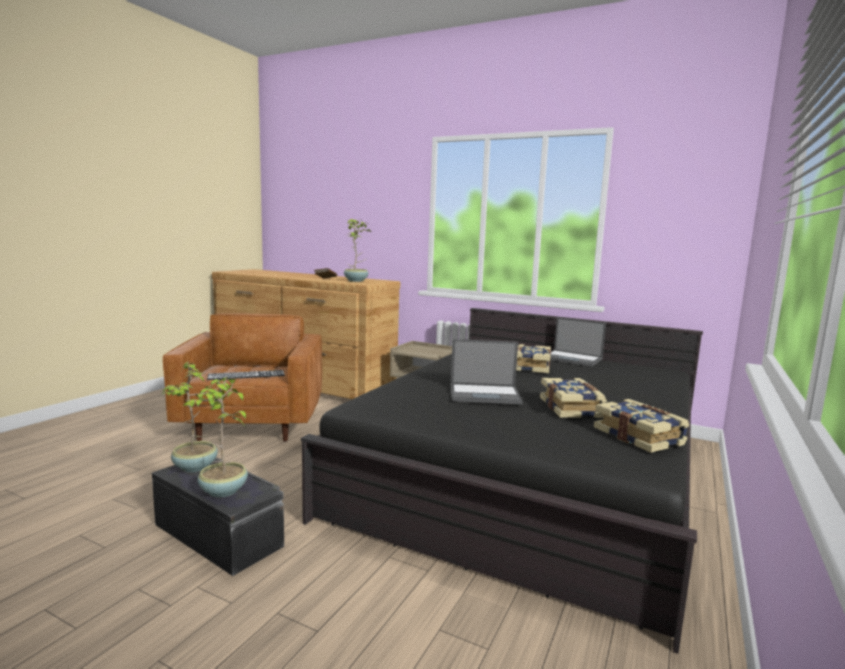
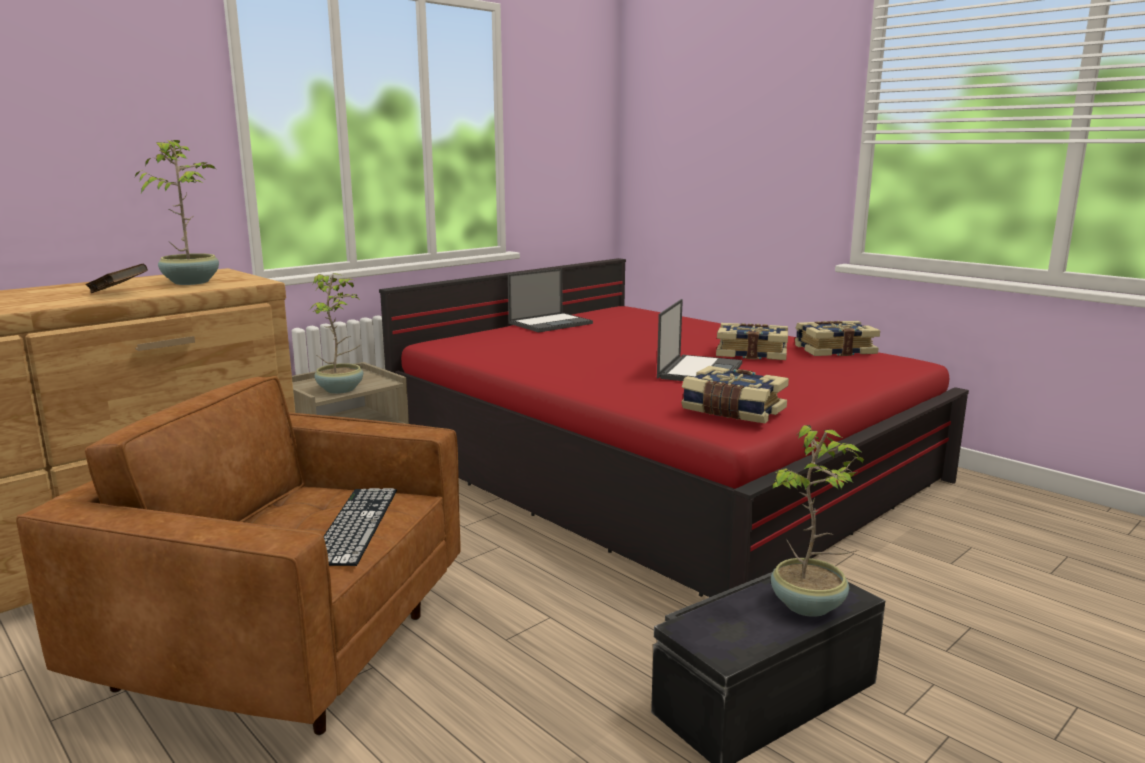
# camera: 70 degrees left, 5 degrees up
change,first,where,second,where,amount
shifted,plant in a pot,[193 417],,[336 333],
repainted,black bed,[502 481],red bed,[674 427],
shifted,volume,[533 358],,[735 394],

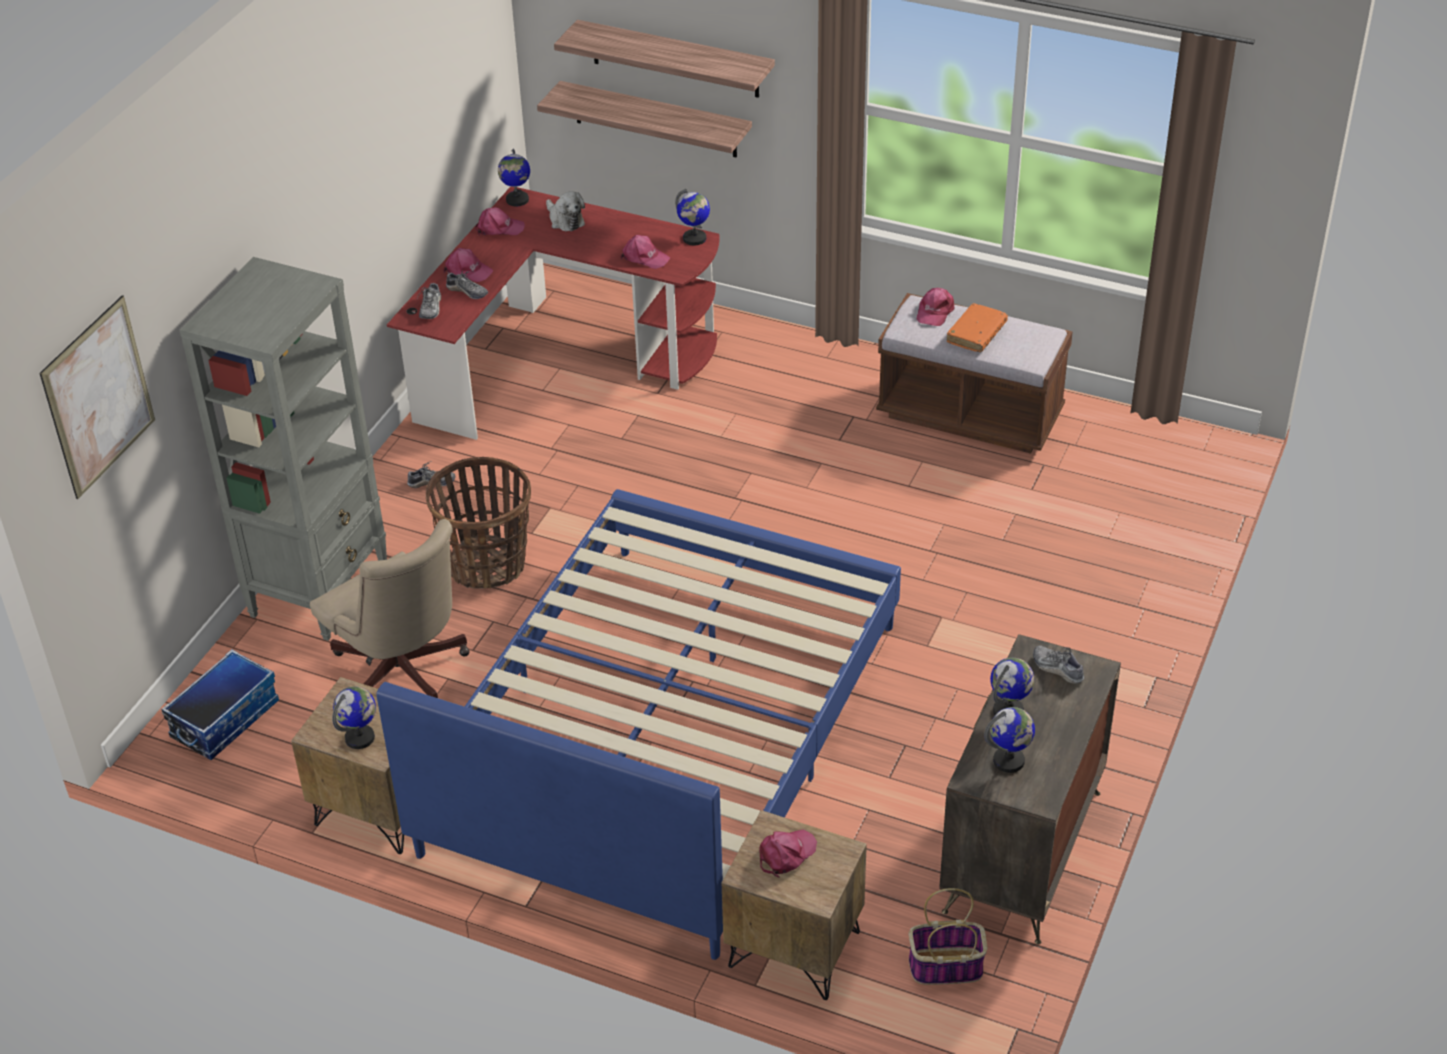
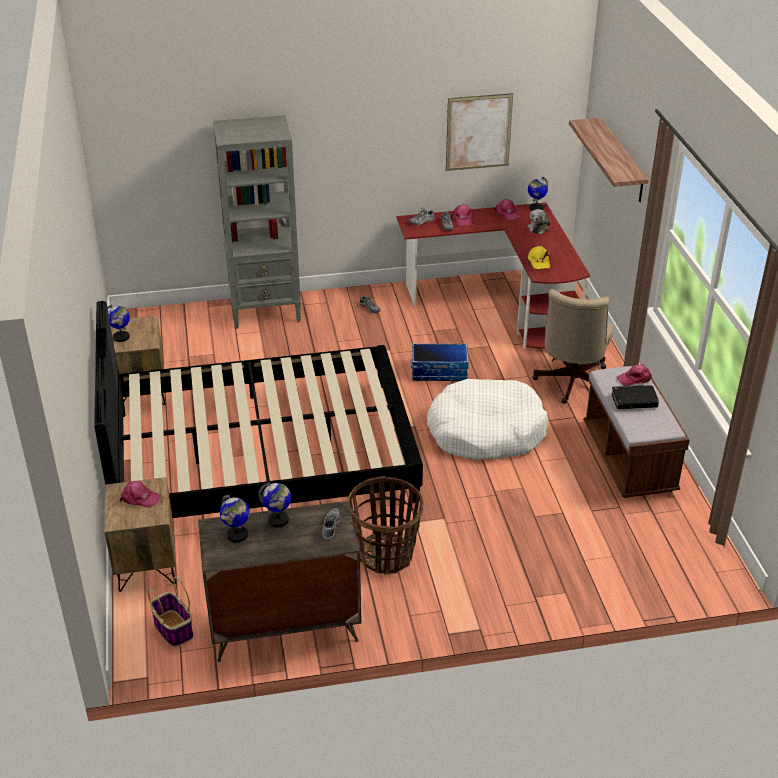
# camera: 55 degrees right, 5 degrees down
change,first,where,second,where,amount
shifted,picture,[97 397],,[479 132],
shifted,storage bin,[220 704],,[440 362],
shifted,beige-coloured office chair,[390 608],,[573 346],
repainted,bluish bed,[638 724],black bed,[258 409],
shifted,basket,[478 523],,[385 525],
gone,bracket shelf,[644 119],,,
repainted,pinkish baseball cap,[645 252],yellow-coloured baseball cap,[539 257],
gone,world globe,[692 217],,,
repainted,orange-coloured volume,[977 327],black volume,[635 397],
new,,,white-coloured pet bed,[487 419],

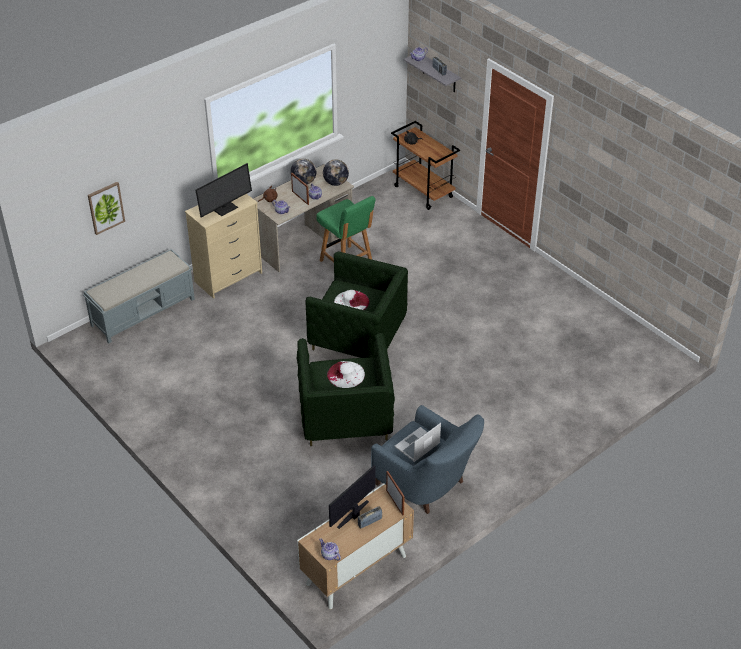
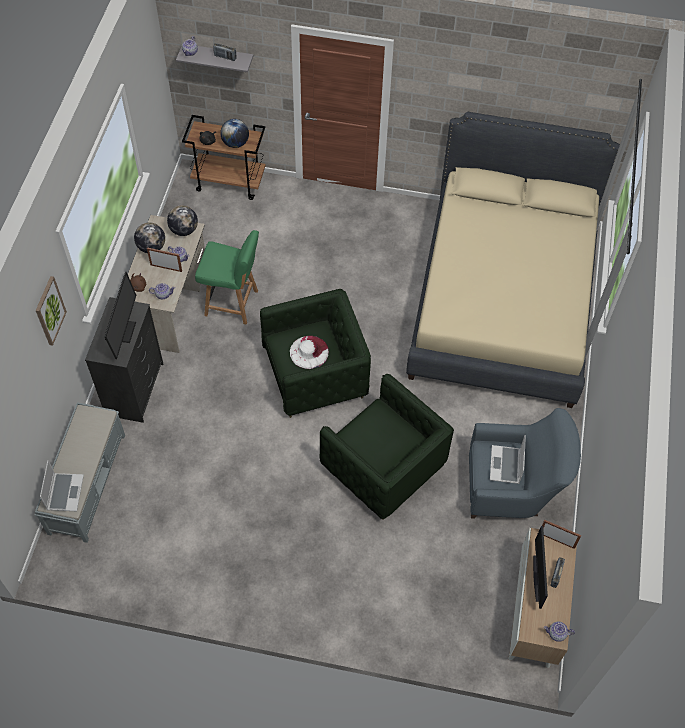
# camera: 40 degrees left, 15 degrees up
change,first,where,second,where,amount
shifted,picture,[106 208],,[51 311],
repainted,beige-coloured chest of drawers,[223 246],black chest of drawers,[124 360],
gone,white-coloured hat,[346 374],,,
new,,,portable computer,[62 485],
new,,,world globe,[234 133],
new,,,beige-coloured bed,[513 260],

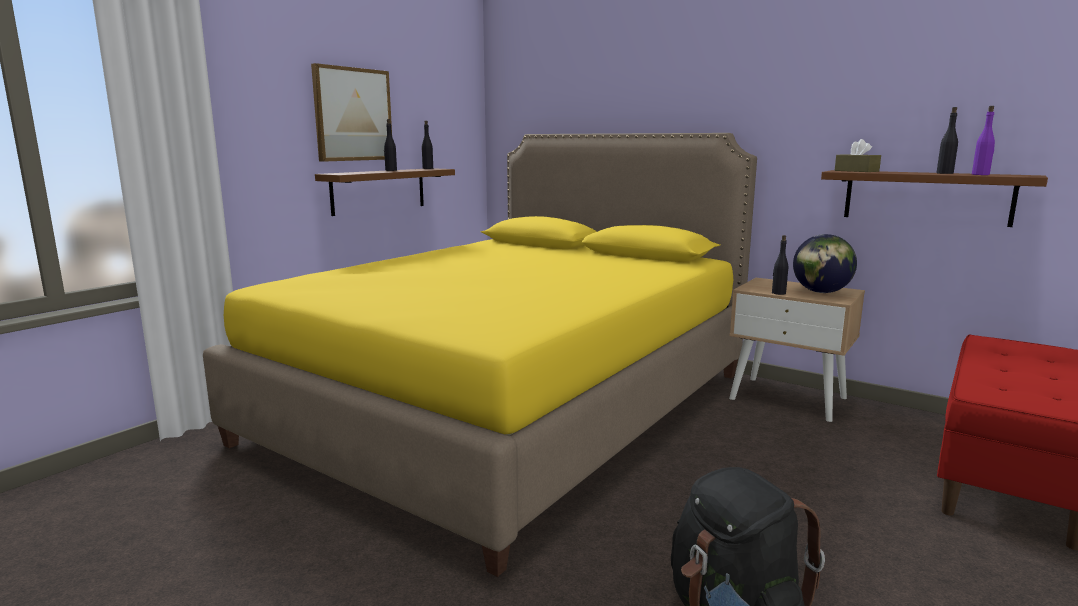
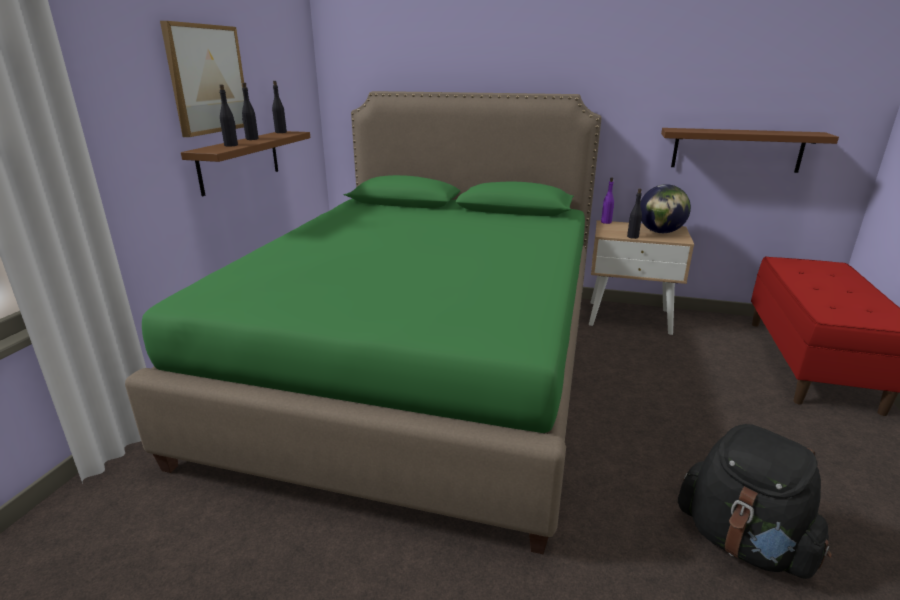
# camera: 20 degrees left, 10 degrees up
change,first,where,second,where,amount
repainted,yellow-coloured bed,[480 355],greenish bed,[363 323],
gone,brownish tissue holder,[858 155],,,
shifted,black bottle,[947 140],,[228 115],
shifted,purplish bottle,[983 140],,[607 200],

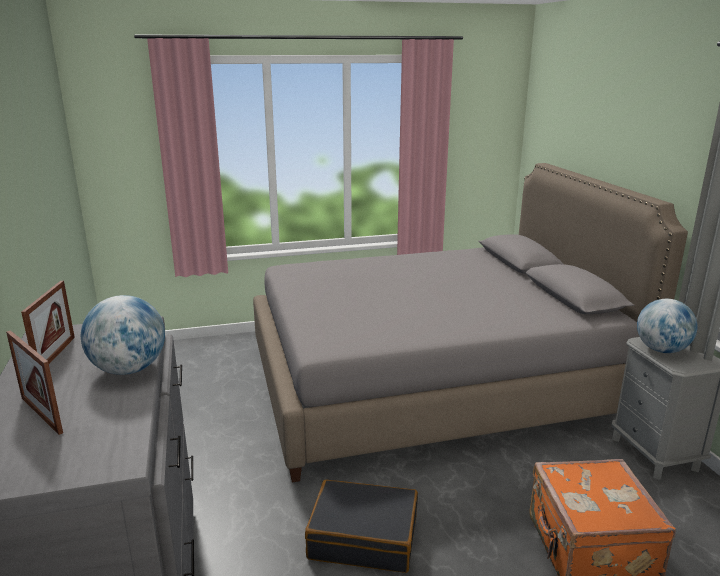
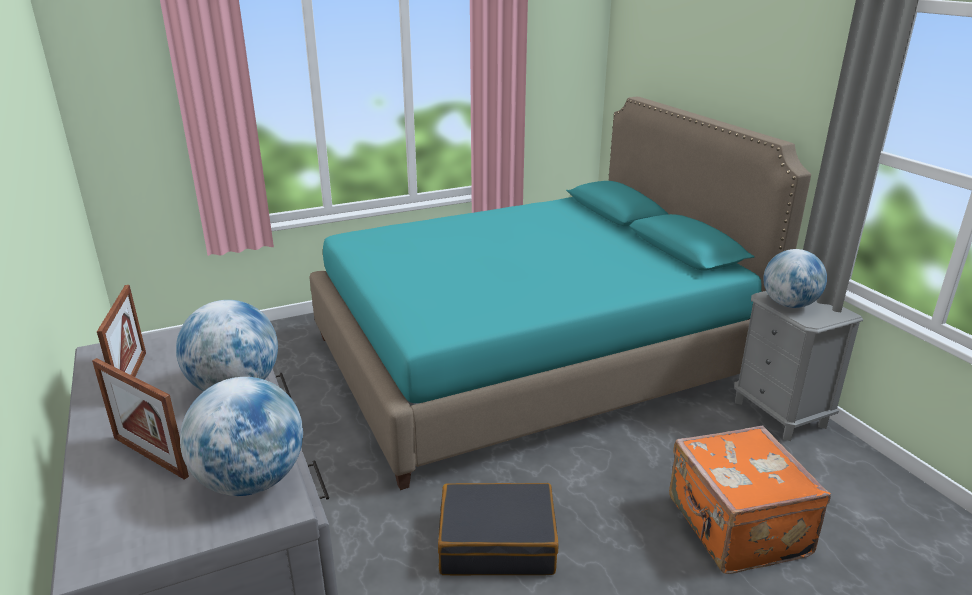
# camera: 10 degrees left, 5 degrees up
change,first,where,second,where,amount
repainted,gray bed,[470 322],blue-green bed,[560 293],
new,,,world globe,[241 436],

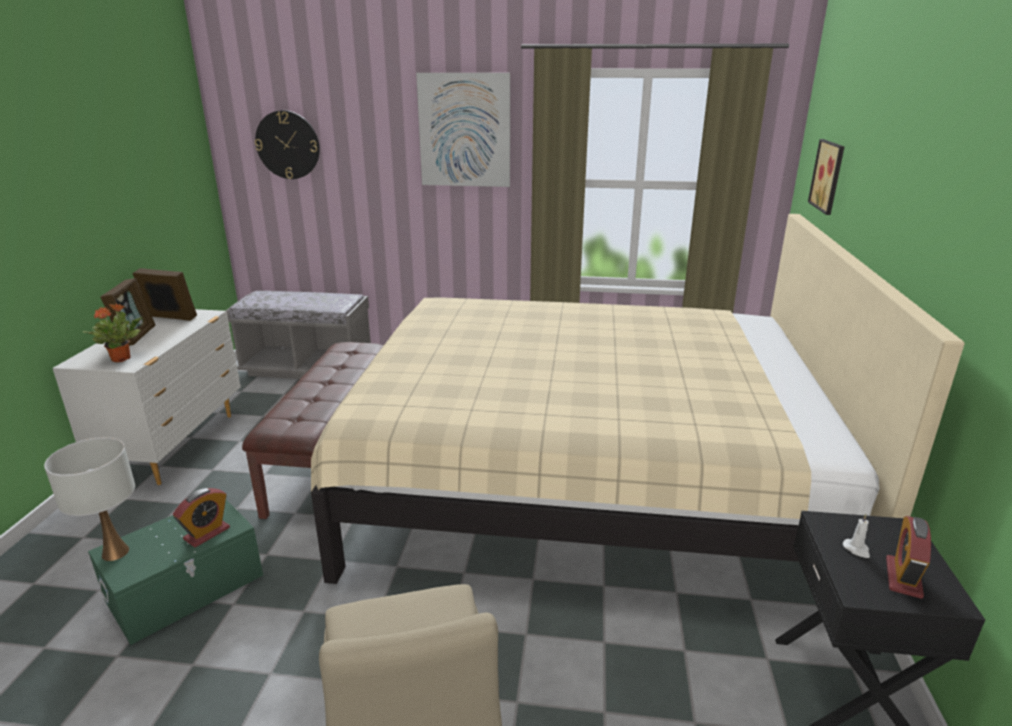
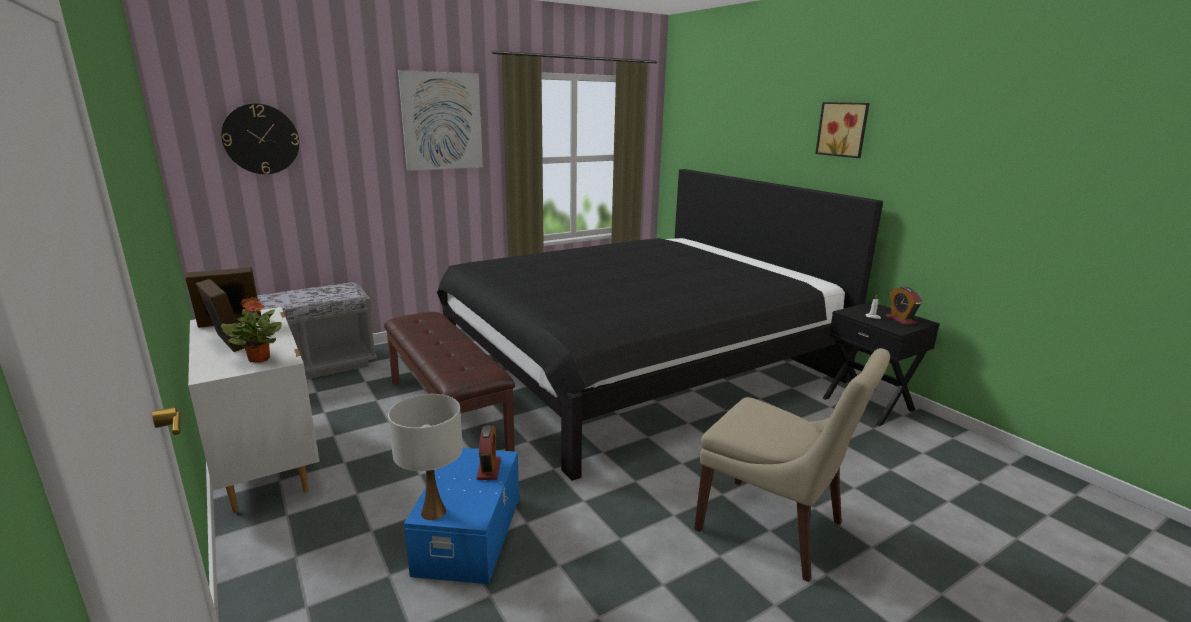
# camera: 40 degrees left, 5 degrees down
change,first,where,second,where,amount
repainted,greenish storage bin,[175 572],bluish storage bin,[461 516],
repainted,beige-coloured bed,[638 399],black bed,[660 325],
shifted,picture,[826 177],,[842 130],

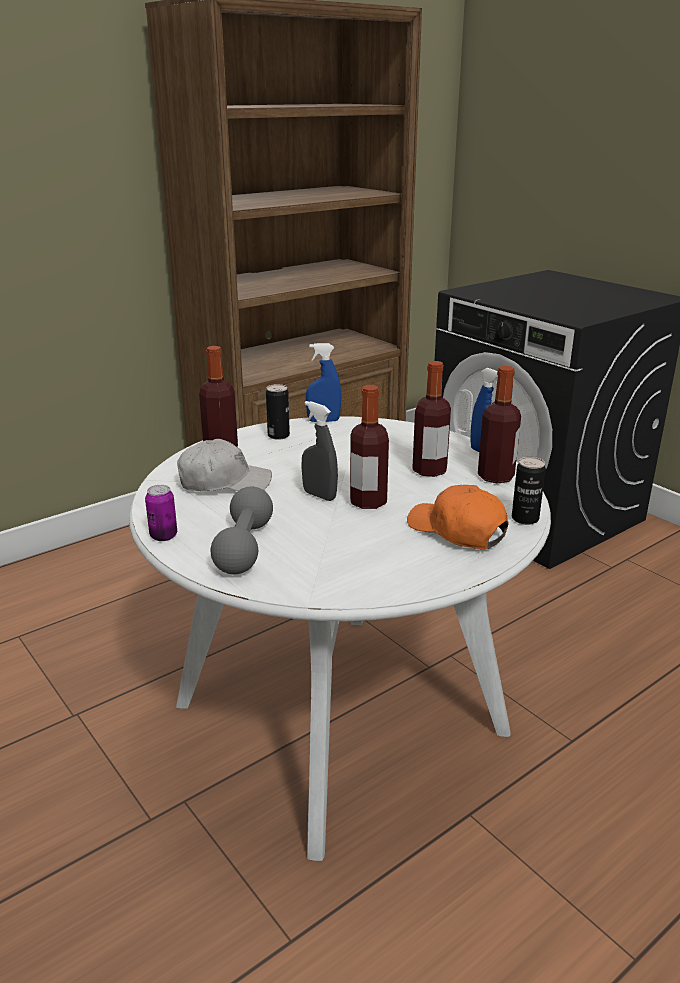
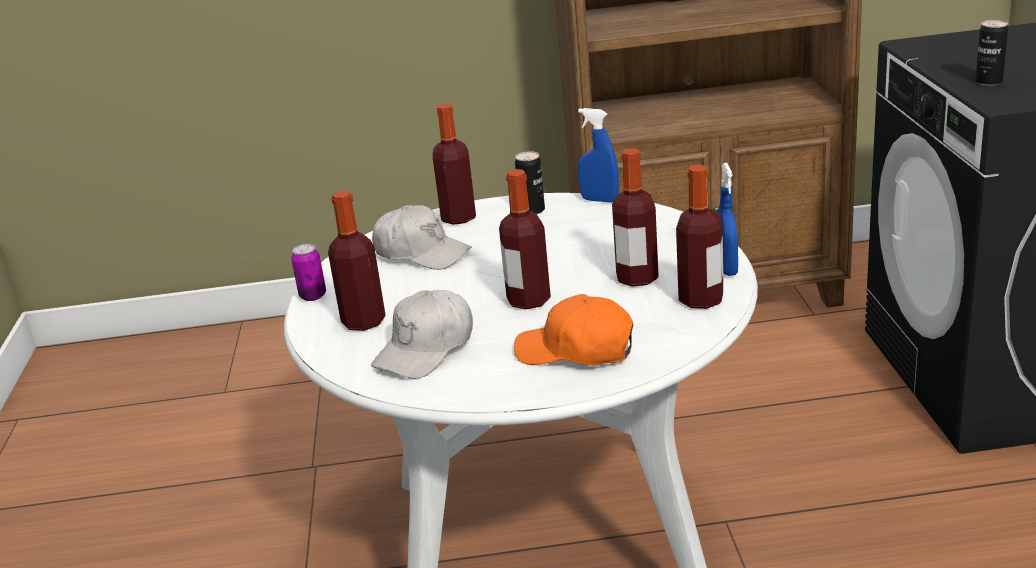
# camera: 35 degrees right, 0 degrees up
change,first,where,second,where,amount
swapped,gray hand weight,[241 530],bottle,[357 261],
gone,gray spray bottle,[320 451],,,
rotated,orange-coloured baseball cap,[458 517],,[573 329],60 degrees counterclockwise
shifted,metal can,[529 491],,[991 53],
new,,,white-coloured baseball cap,[422 334],

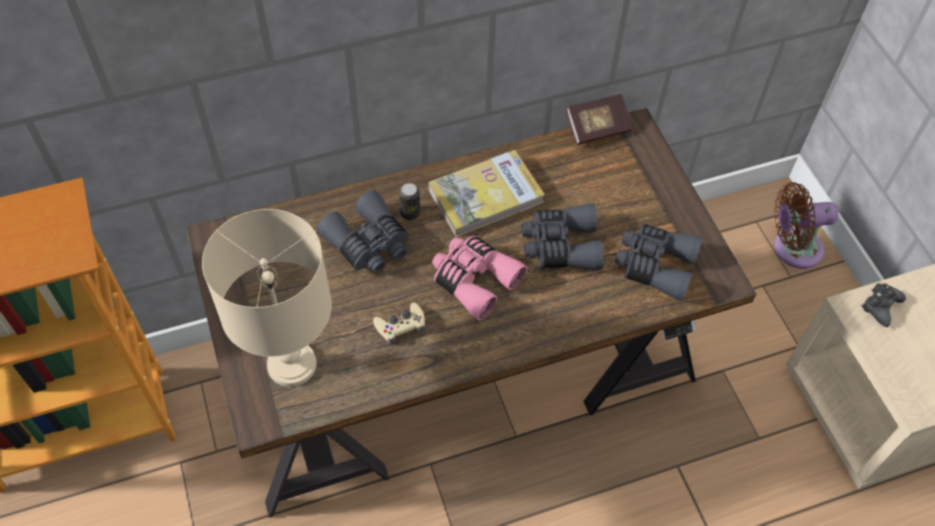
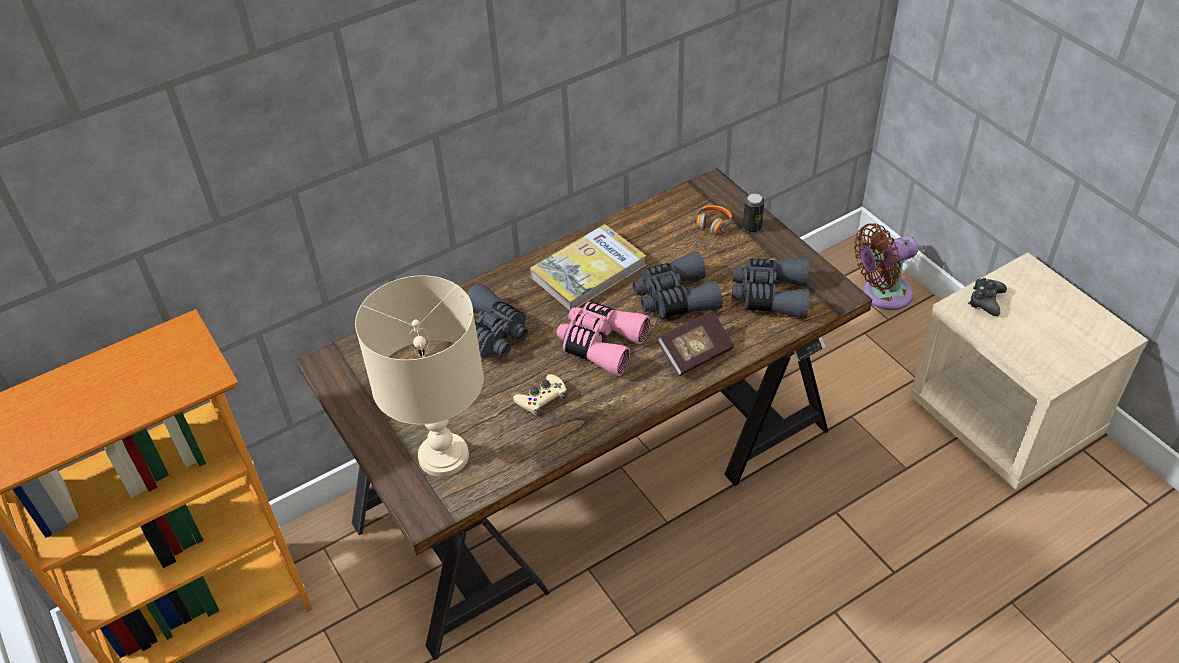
# camera: 10 degrees left, 10 degrees down
change,first,where,second,where,amount
shifted,metal can,[409 201],,[753 212],
shifted,volume,[599 119],,[695 343],
new,,,pair of headphones,[702 226],

